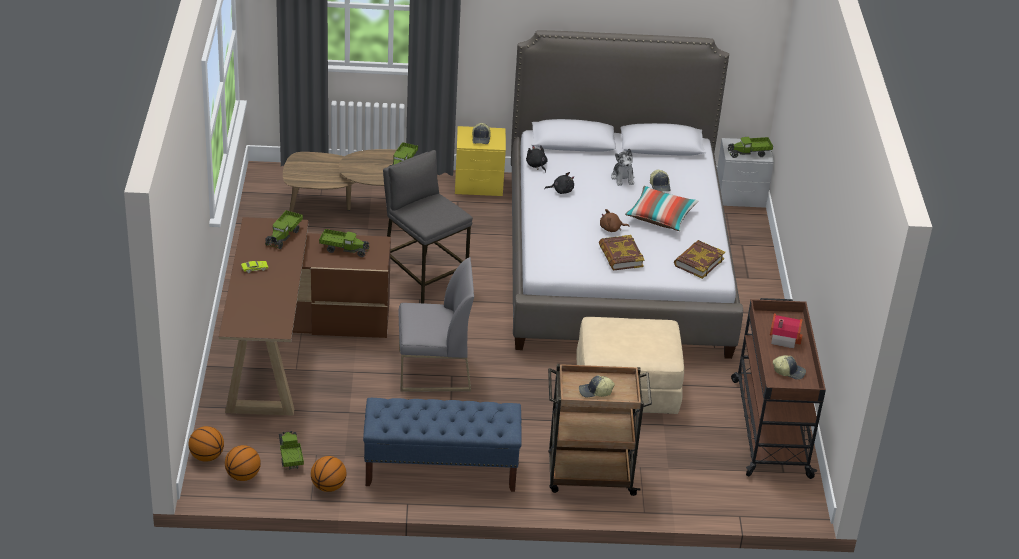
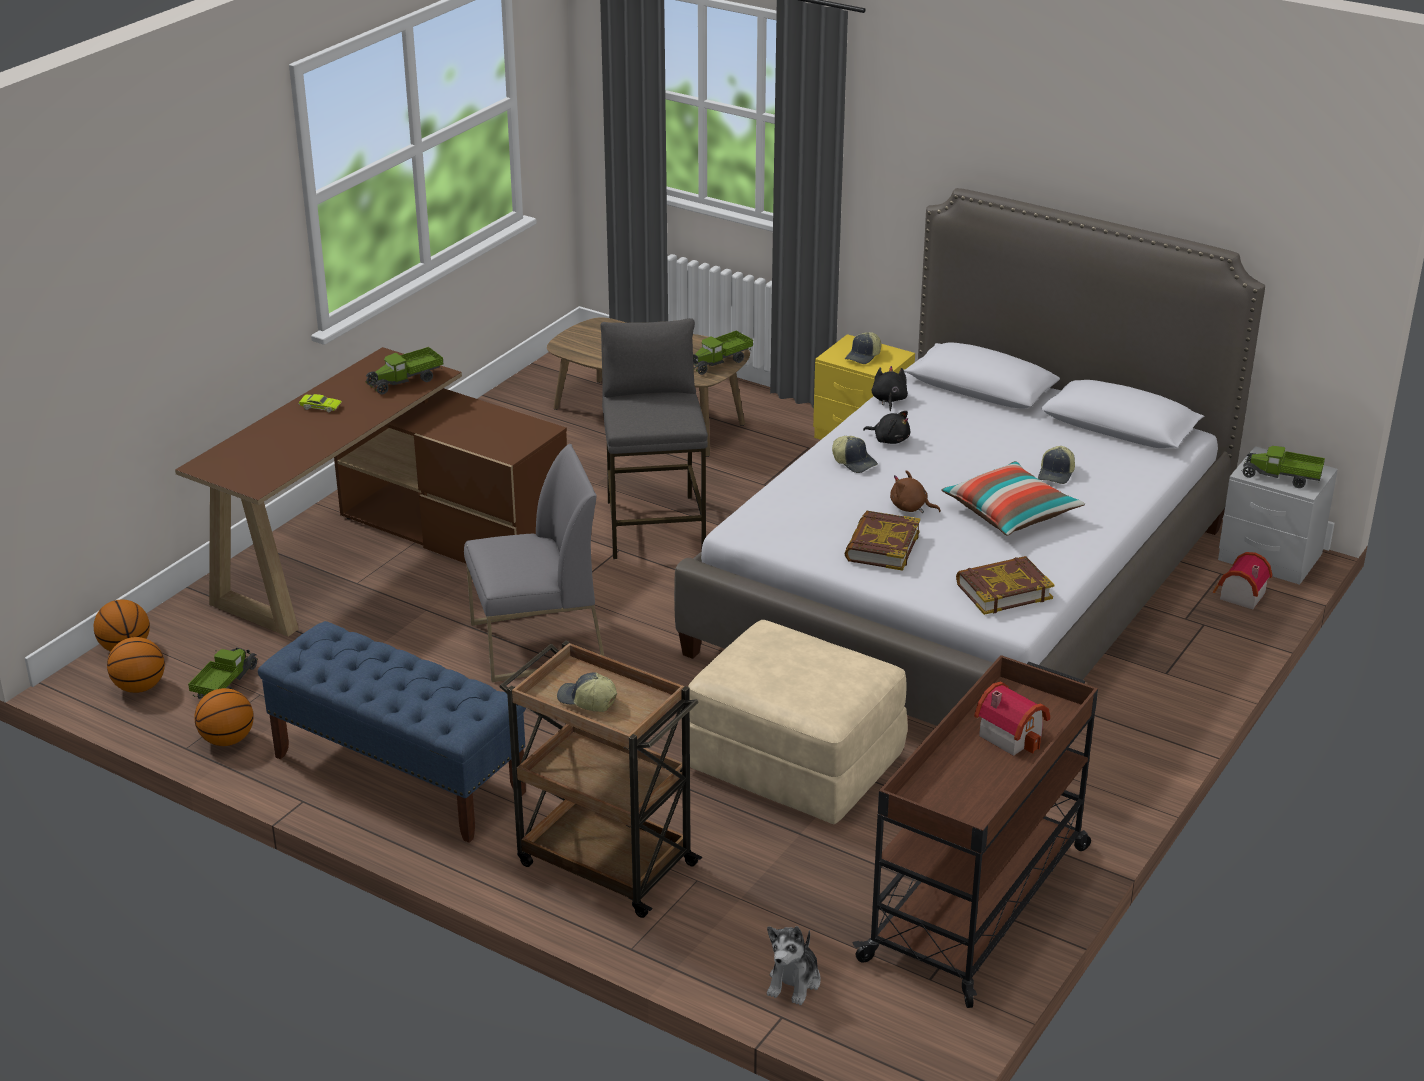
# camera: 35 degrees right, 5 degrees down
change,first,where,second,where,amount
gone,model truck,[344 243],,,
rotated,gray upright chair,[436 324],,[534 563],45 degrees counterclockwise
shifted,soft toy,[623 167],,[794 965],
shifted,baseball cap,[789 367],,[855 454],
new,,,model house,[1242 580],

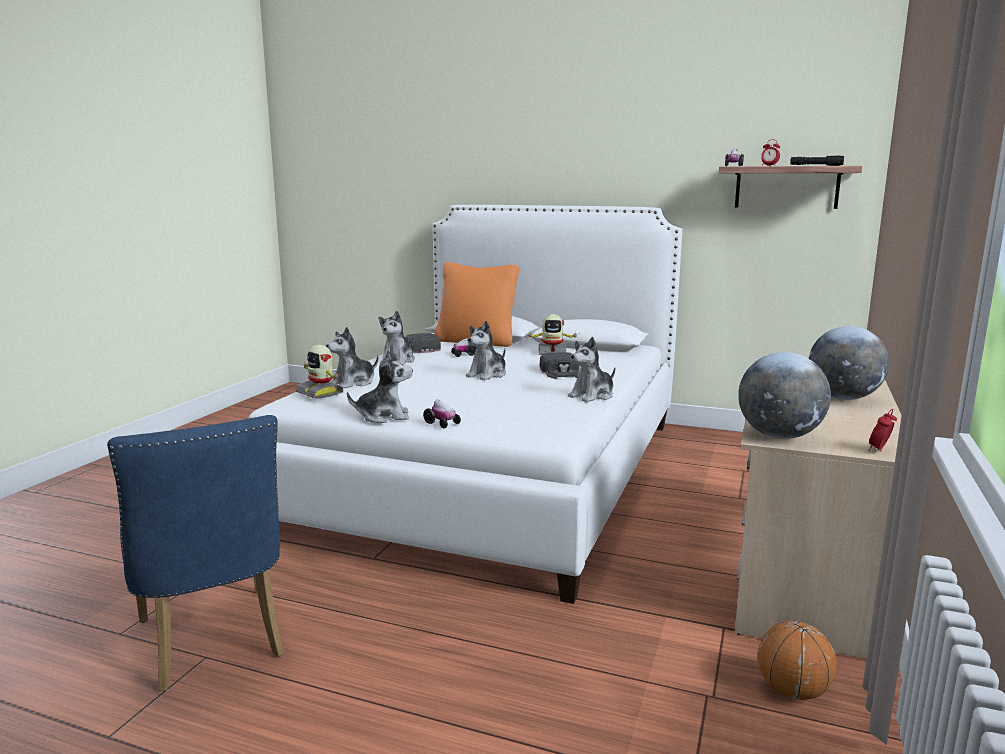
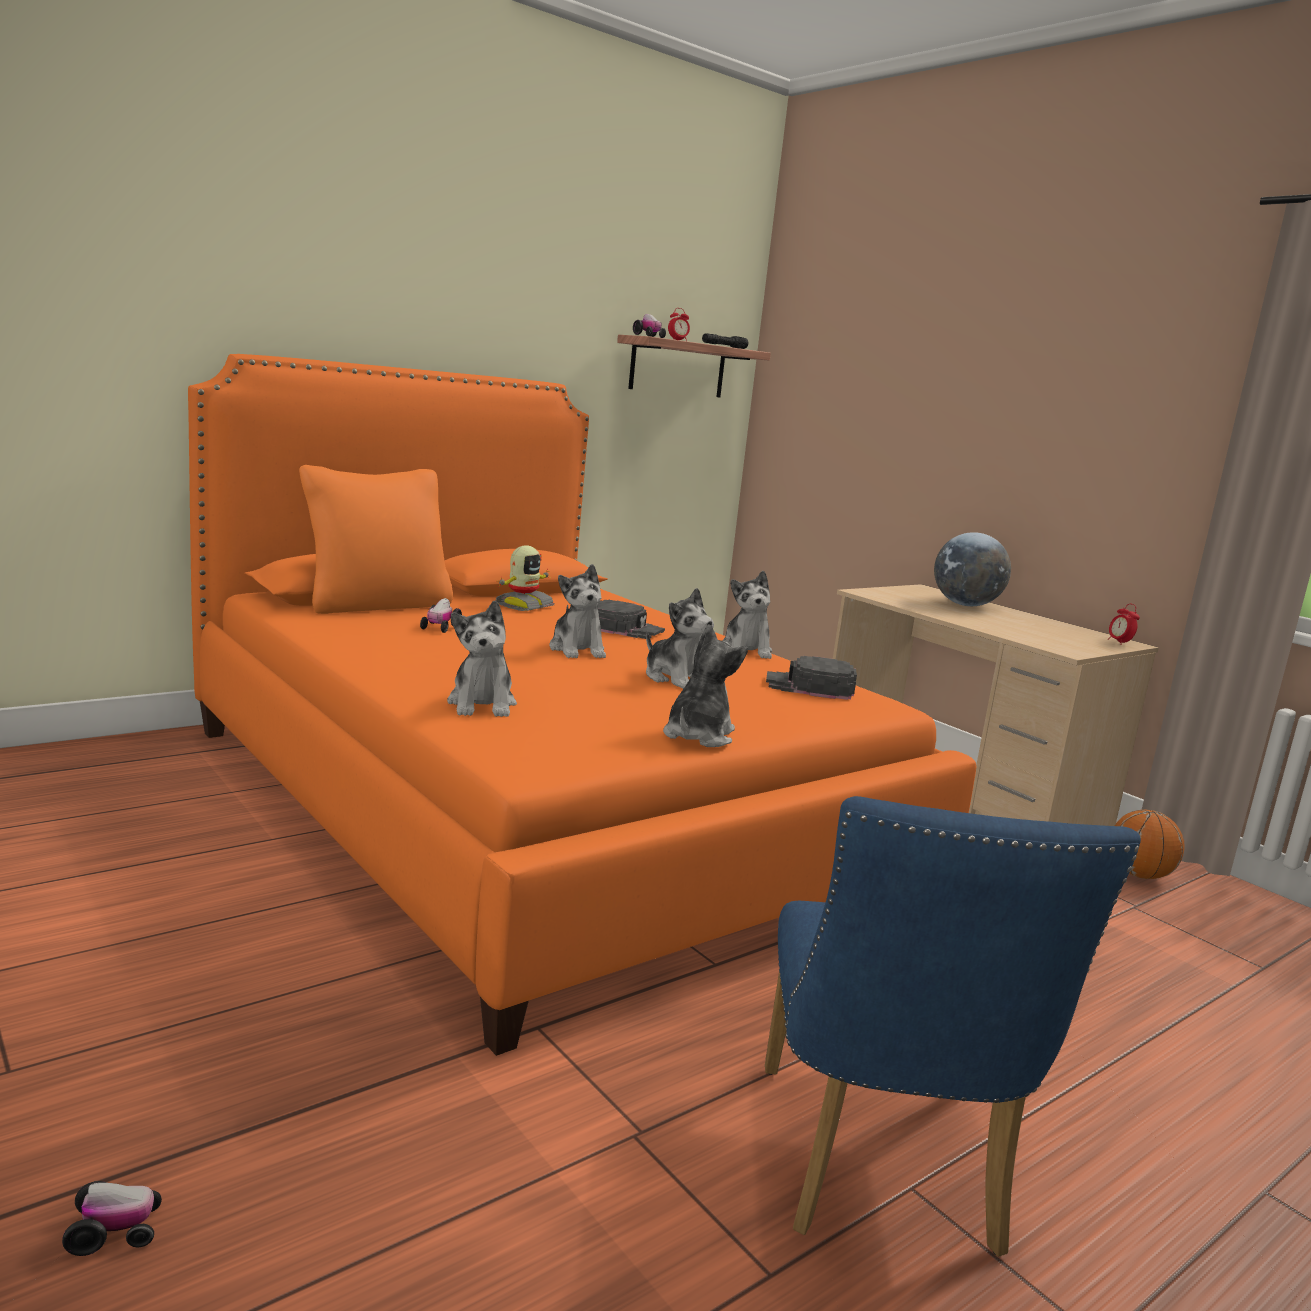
# camera: 60 degrees left, 0 degrees up
change,first,where,second,where,amount
rotated,bluish upright chair,[195 553],,[953 1026],90 degrees clockwise
repainted,white-coloured bed,[465 404],orange-coloured bed,[582 705],
gone,toy robot,[319 372],,,
shifted,soft toy,[397 338],,[680 638],
shifted,black baseball cap,[423 343],,[811 678],
shifted,miniature car,[442 414],,[112 1218],
gone,world globe,[784 395],,,

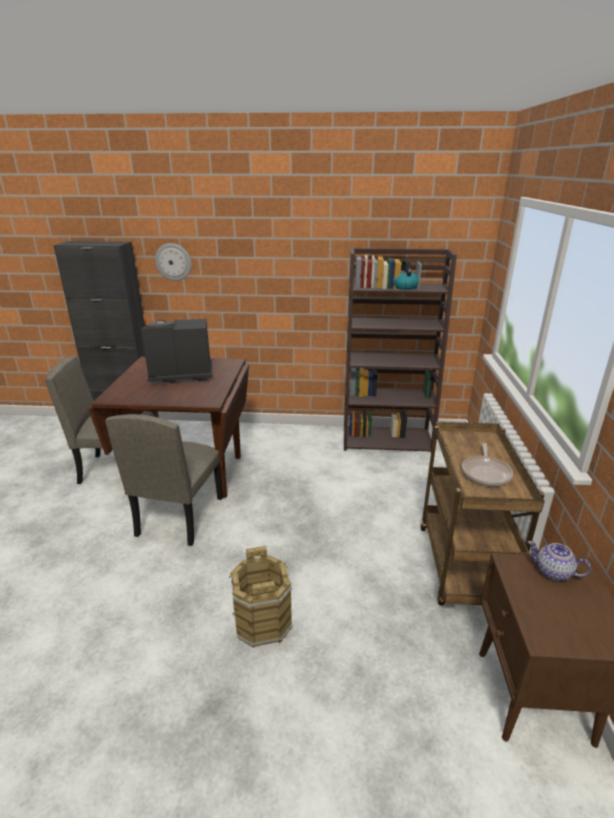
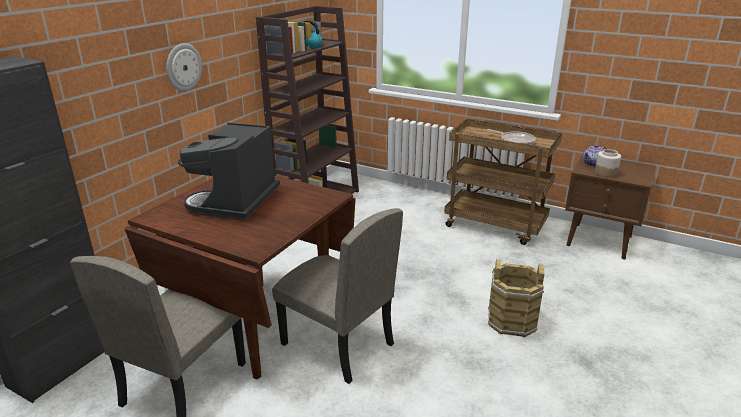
# camera: 65 degrees left, 0 degrees up
change,first,where,second,where,amount
shifted,wall clock,[173 262],,[184 67],
new,,,preserve jar,[608 163],

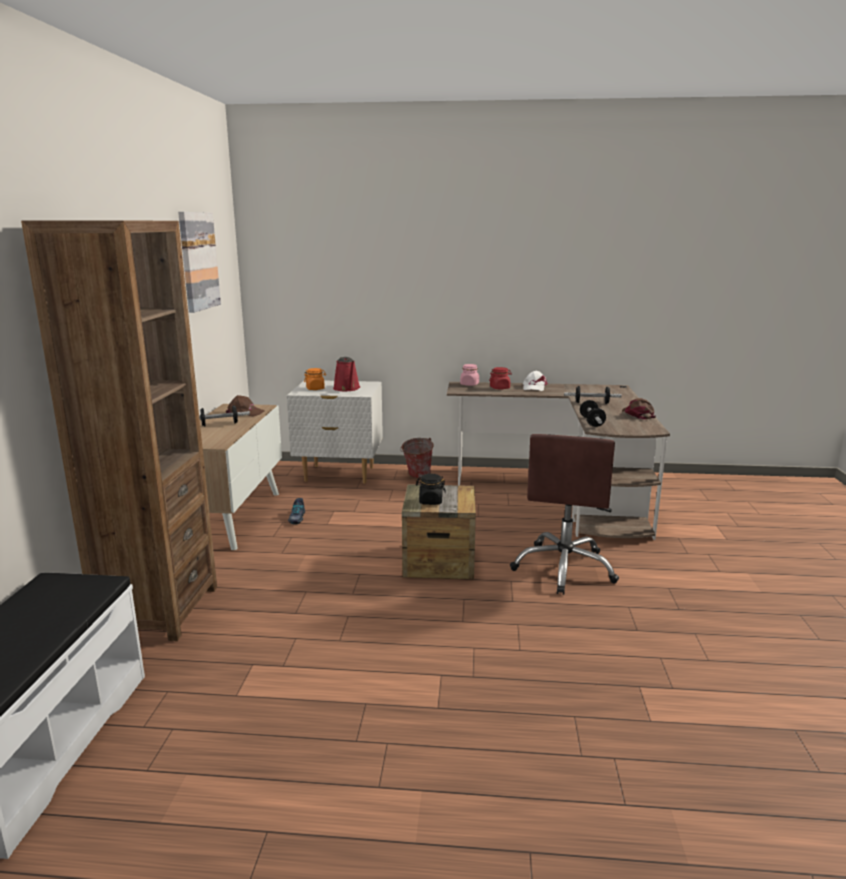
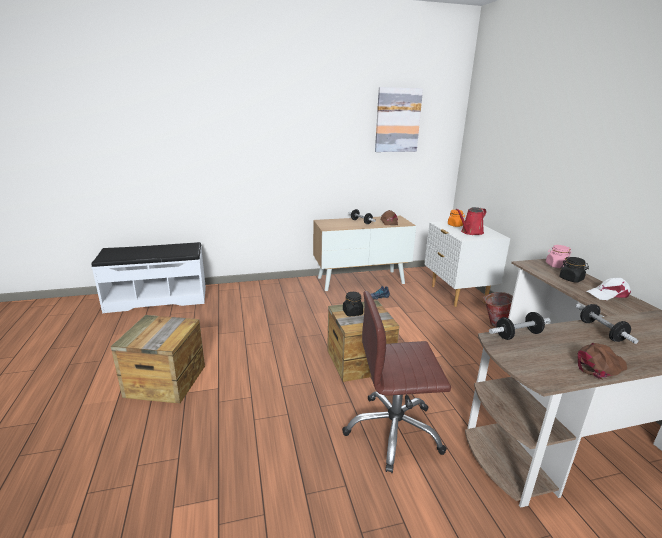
# camera: 70 degrees right, 5 degrees up
change,first,where,second,where,amount
gone,brownish bookcase,[119 430],,,
repainted,red preserve jar,[500 378],black preserve jar,[574 270],
new,,,packing crate,[158 359],

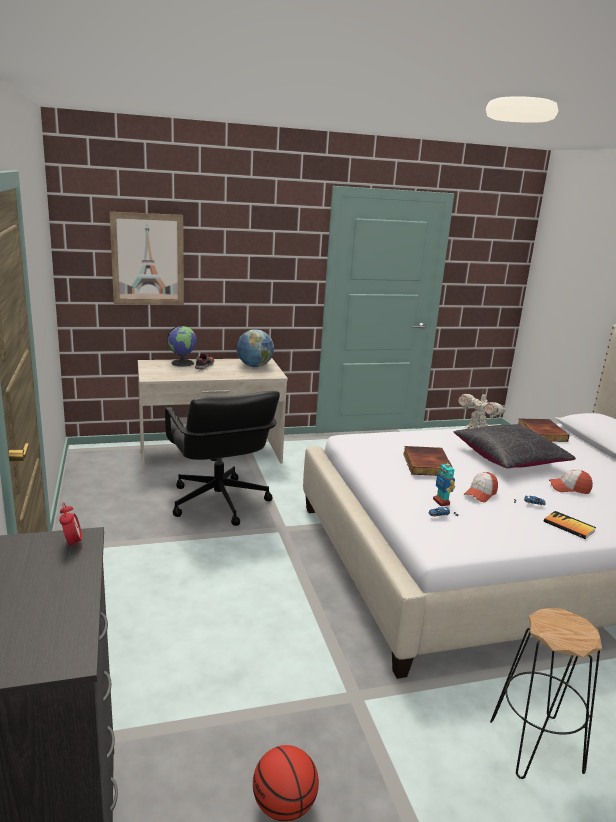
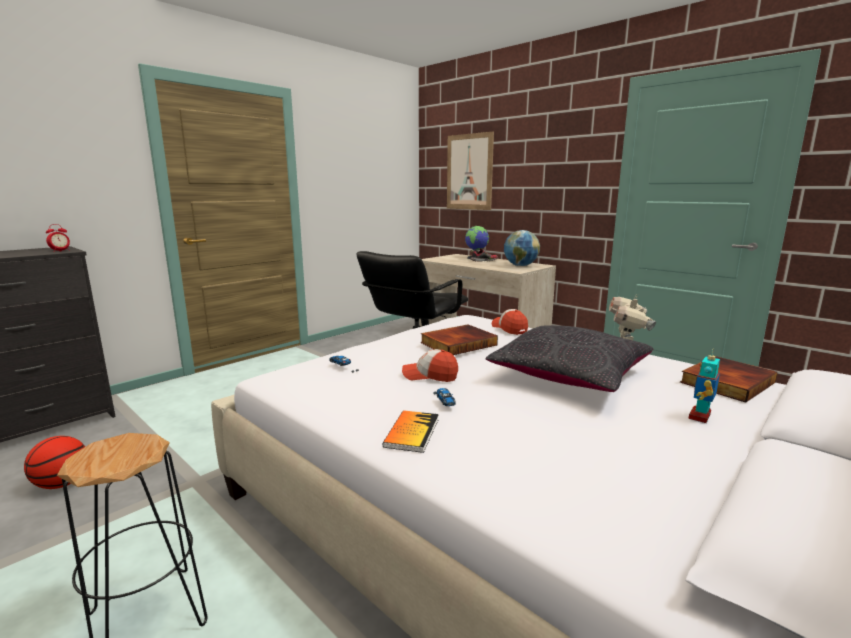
# camera: 60 degrees right, 5 degrees down
change,first,where,second,where,amount
shifted,toy robot,[444 483],,[704 386],
shifted,baseball cap,[571 482],,[510 322],

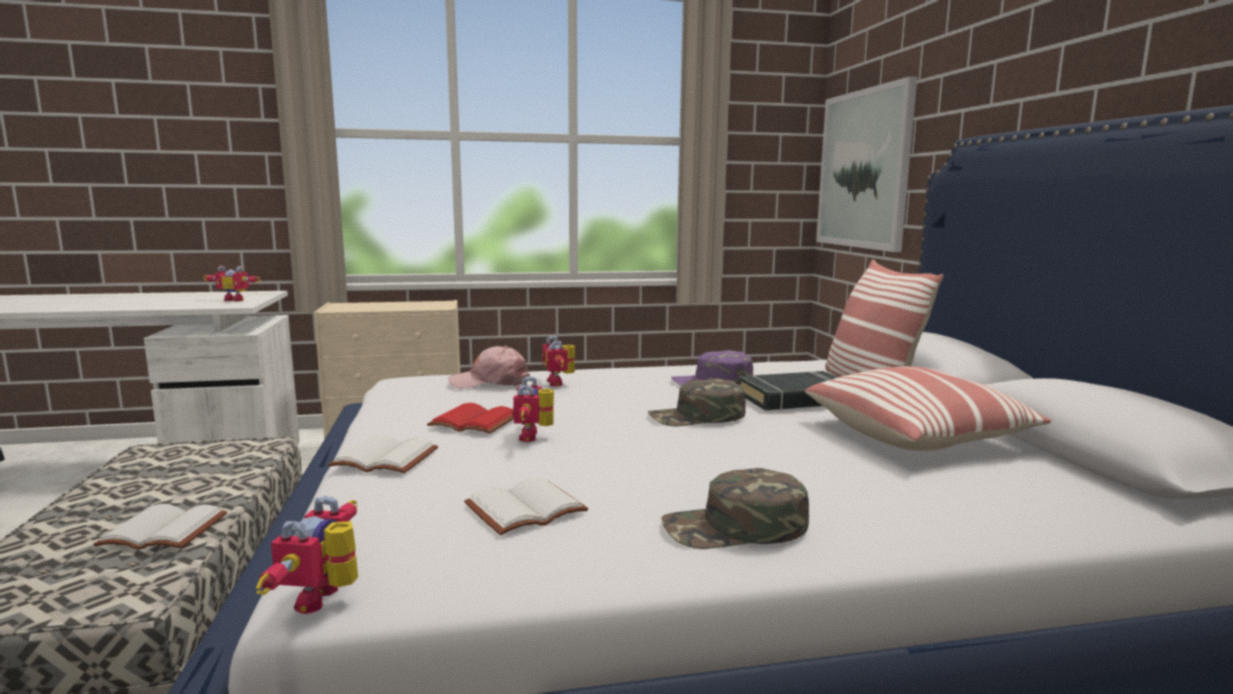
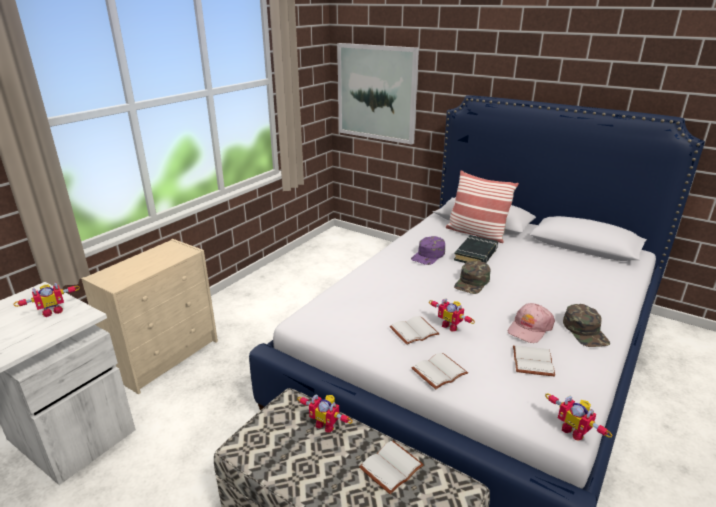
# camera: 45 degrees left, 15 degrees up
change,first,where,second,where,amount
repainted,red volume,[470 418],white-coloured volume,[414 330],
shifted,pinkish baseball cap,[489 367],,[531 323],
shifted,toy robot,[558 361],,[325 414],
rotated,greenish baseball cap,[735 508],,[586 325],45 degrees counterclockwise
gone,throw pillow,[928 408],,,

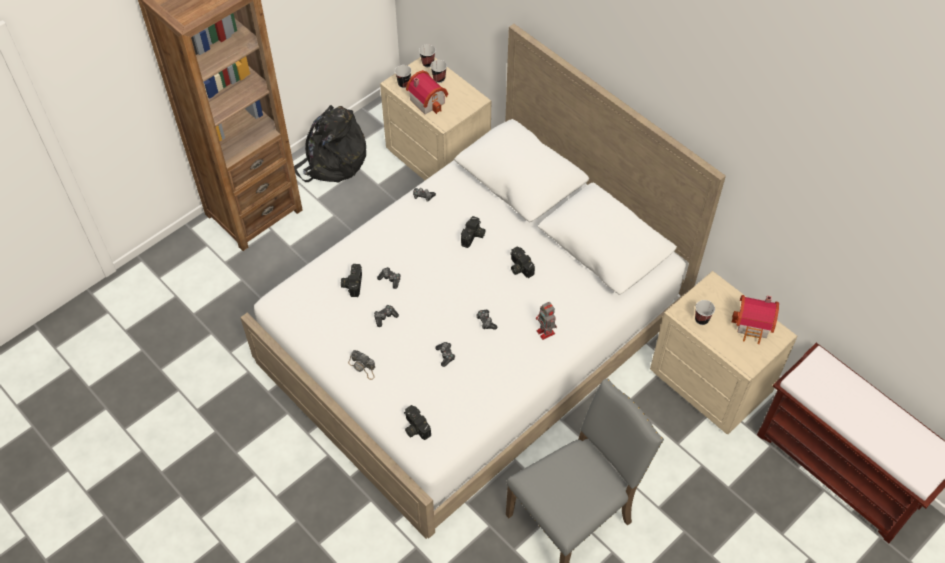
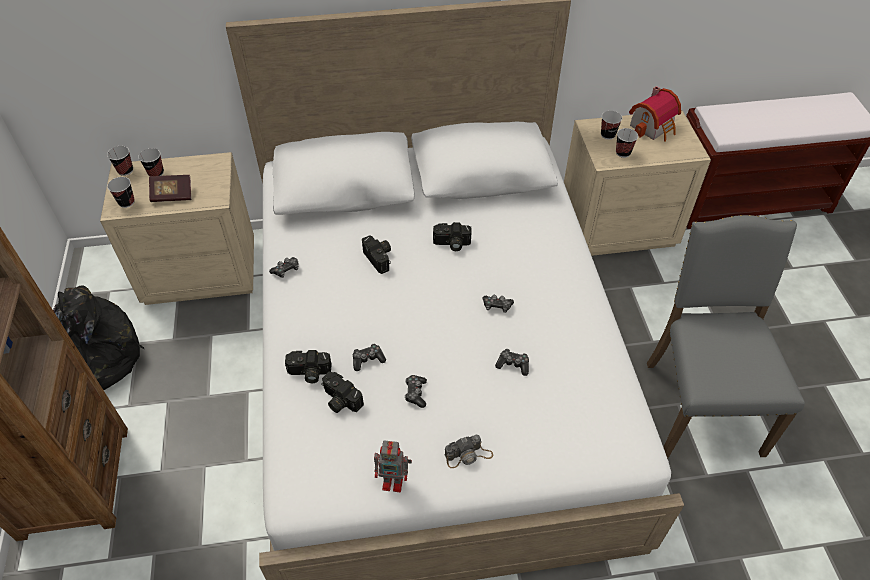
# camera: 55 degrees left, 5 degrees down
change,first,where,second,where,amount
shifted,still camera,[417 422],,[308 366],
swapped,model house,[427 92],volume,[170 188],
shifted,toy robot,[546 321],,[393 466],
new,,,drinking cup,[611 125],

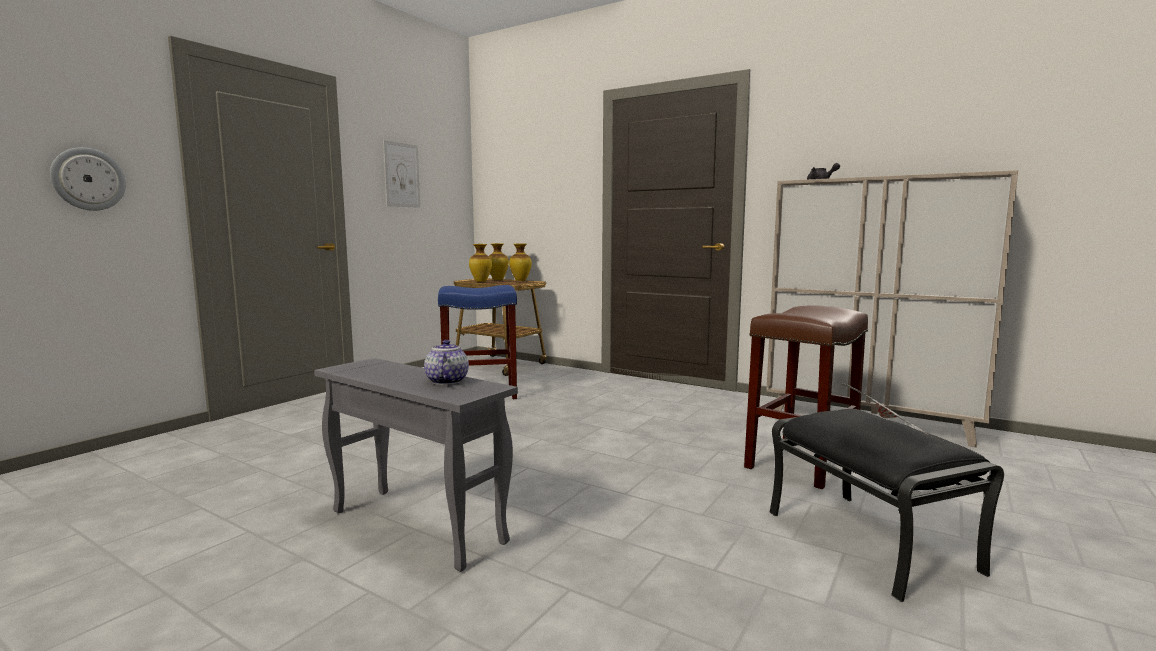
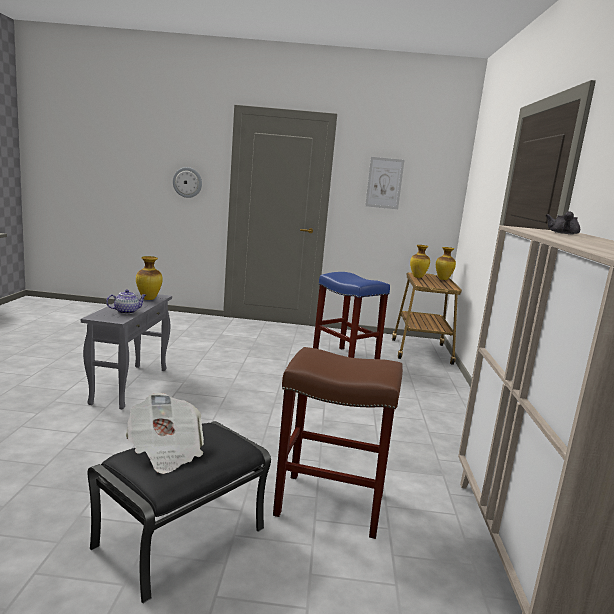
# camera: 60 degrees right, 5 degrees up
change,first,where,second,where,amount
shifted,flower vase,[520 262],,[149 278],

